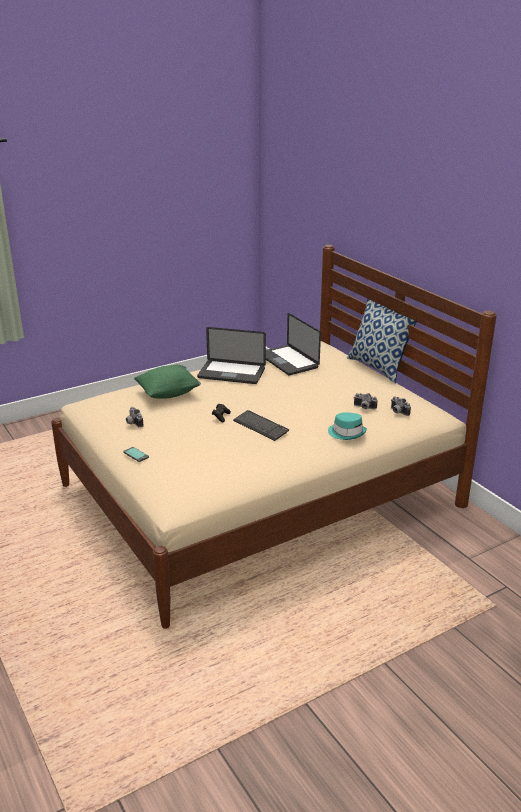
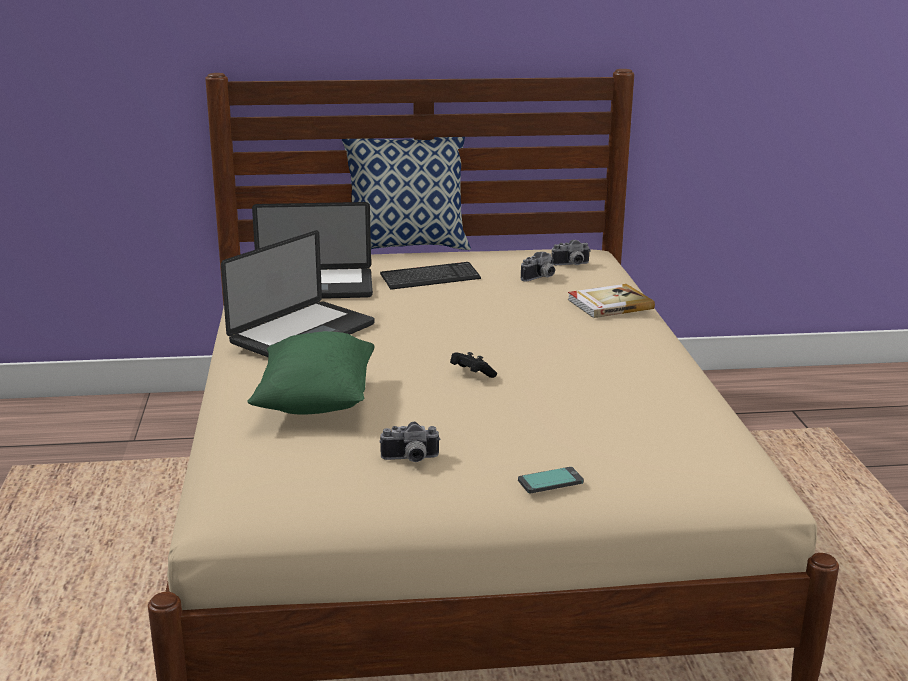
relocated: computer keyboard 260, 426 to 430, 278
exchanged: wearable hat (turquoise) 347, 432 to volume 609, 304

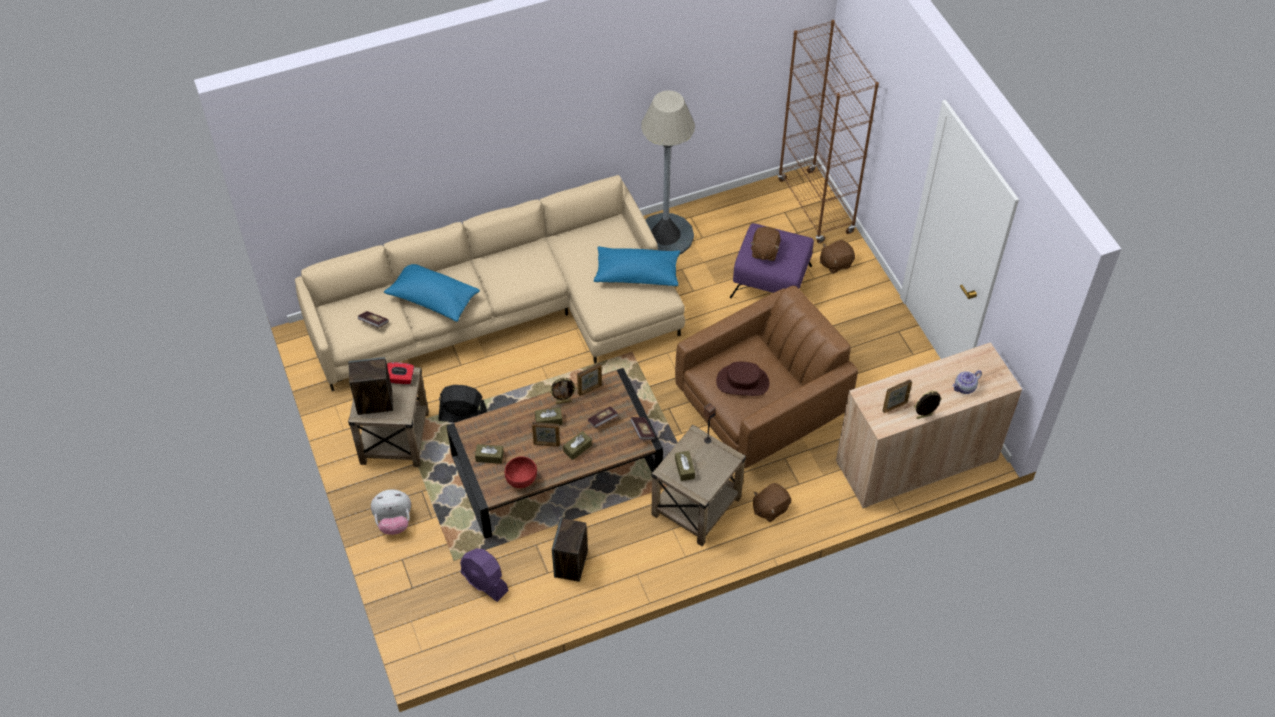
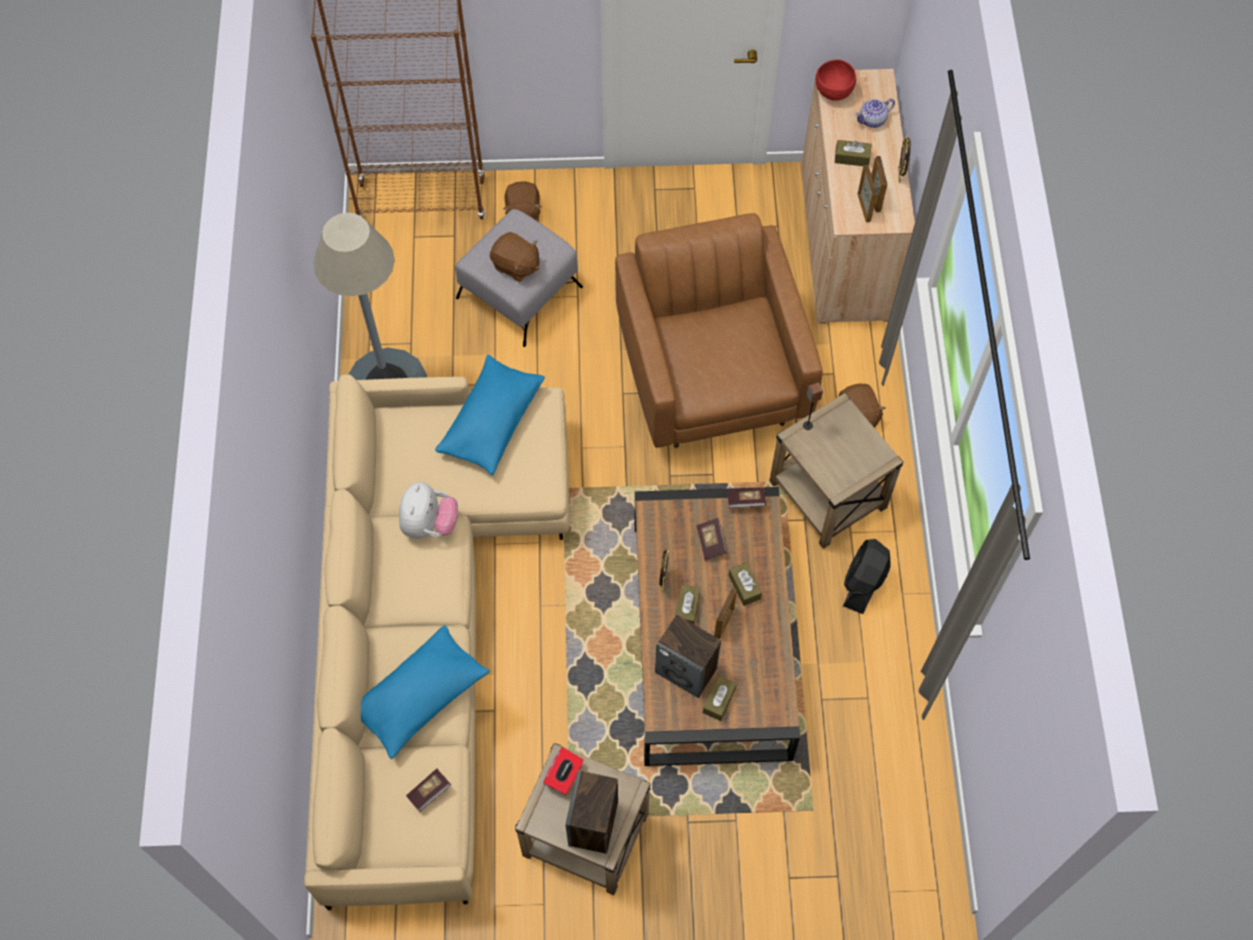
missing: electric fan (purple-coloured) 484, 582; wearable hat (brown-coloured) 742, 382
relocated: soft toy 394, 522 to 429, 524; speaker 571, 564 to 686, 670; serving bowl (red-coloured) 522, 480 to 833, 92; tissue holder (brown-coloured) 684, 469 to 852, 157; electric fan (black) 462, 416 to 863, 583; standing frame 590, 389 to 864, 208
colour: footrest (purple-coloured) 771, 282 to footrest (grey) 520, 292
spun: tea pot 965, 388 = 872, 120 75 degrees clockwise

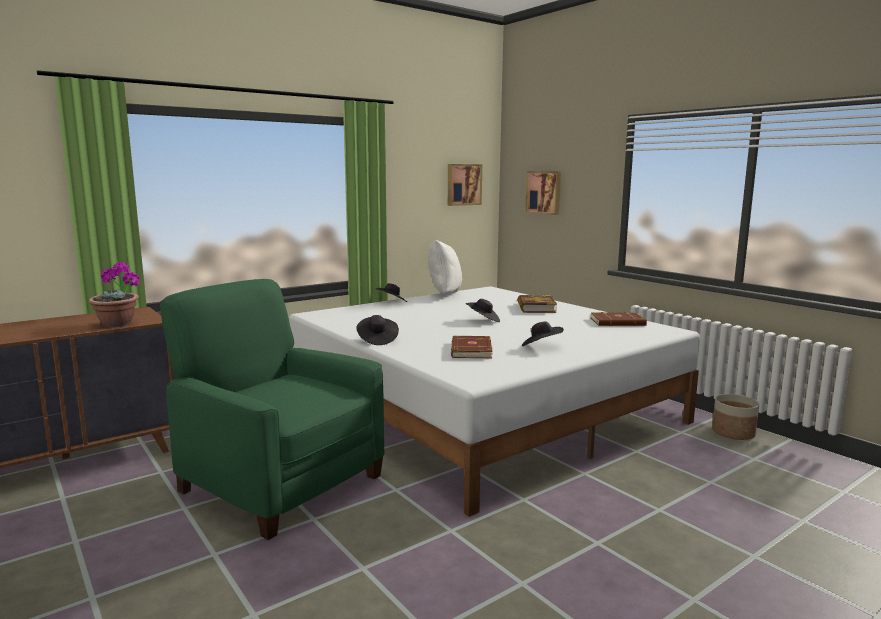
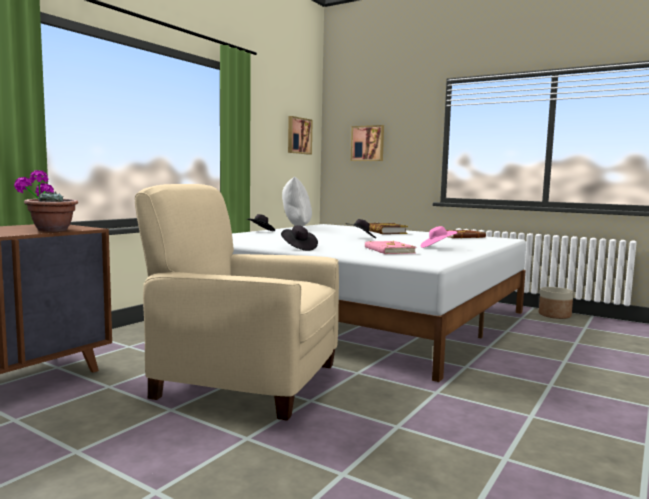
colour: armchair (green-coloured) 280, 482 to armchair (beige-coloured) 246, 380; volume (brown-coloured) 470, 350 to volume (pink) 388, 250; wearable hat (black) 541, 346 to wearable hat (pink) 437, 247

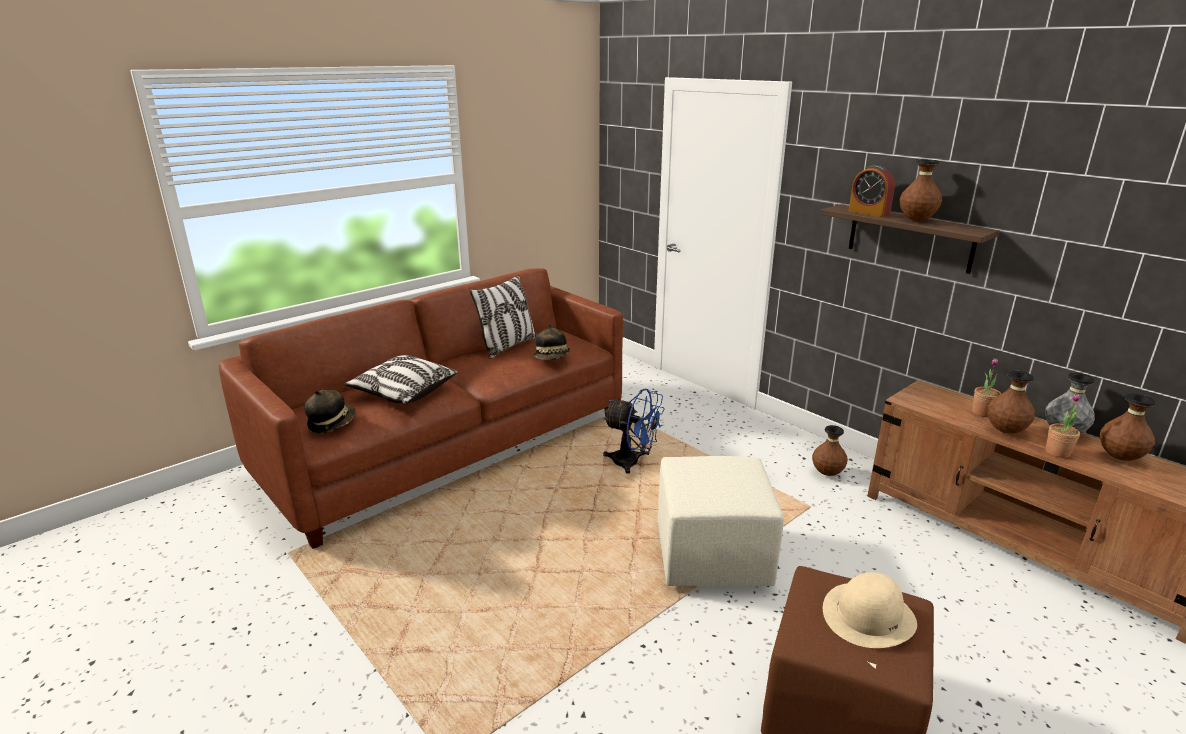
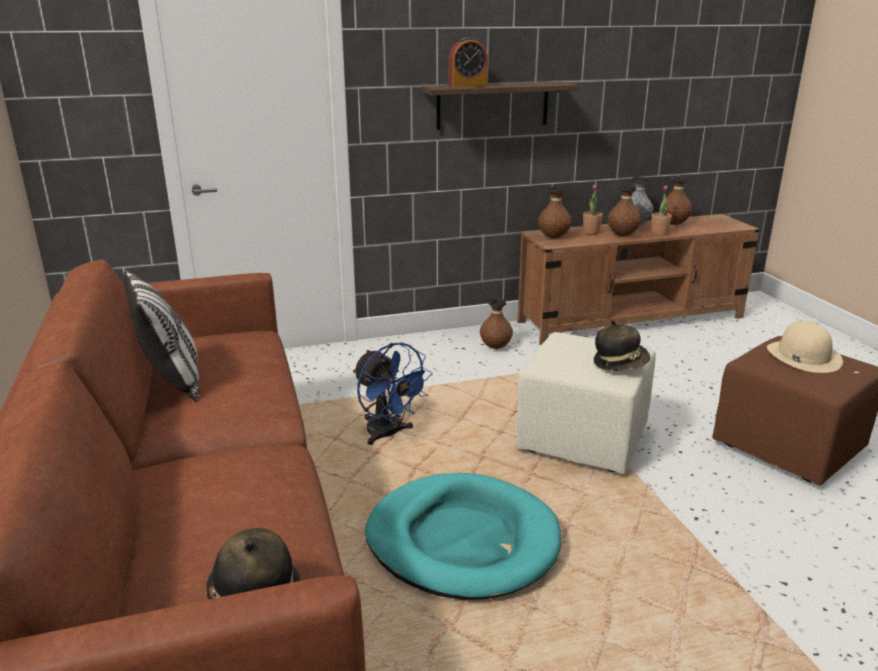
missing: throw pillow 403, 392
appeared: pet bed (turquoise) 462, 540
relocated: decorative vase (brown-coloured) 916, 220 to 553, 238; wearable hat 552, 358 to 620, 363
spun: electric fan (blue-coloured) 632, 463 = 388, 434 90 degrees clockwise

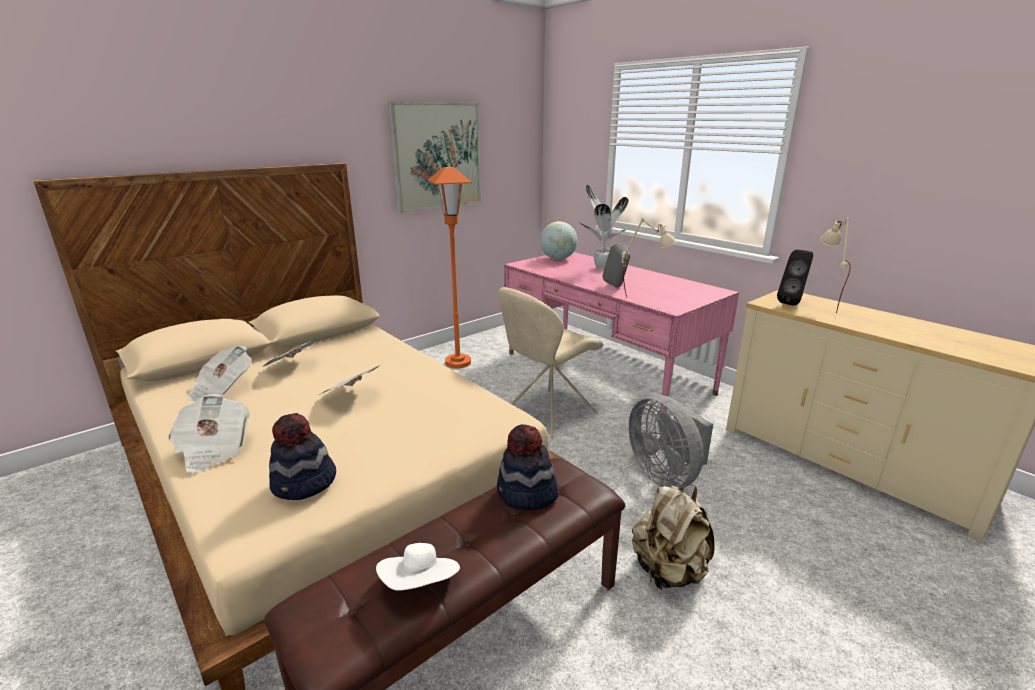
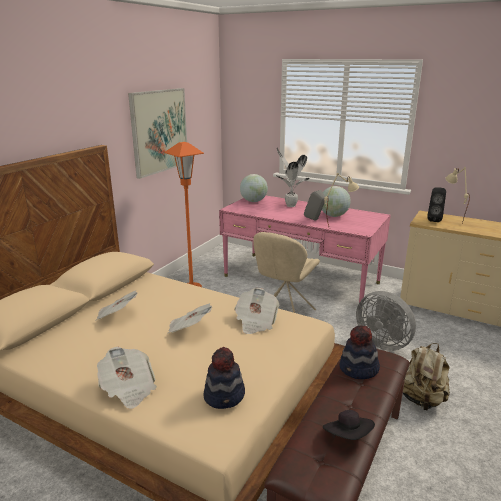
appeared: globe 333, 216
relocated: printed paper 222, 389 to 256, 322
colour: wearable hat (whitish) 420, 585 to wearable hat (black) 348, 436

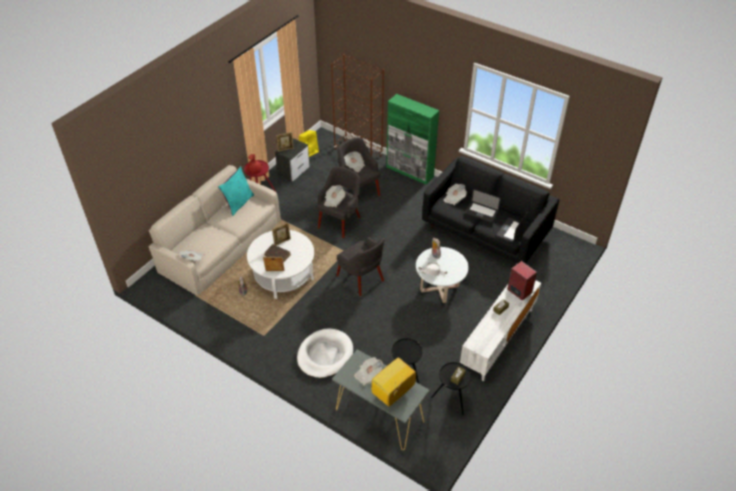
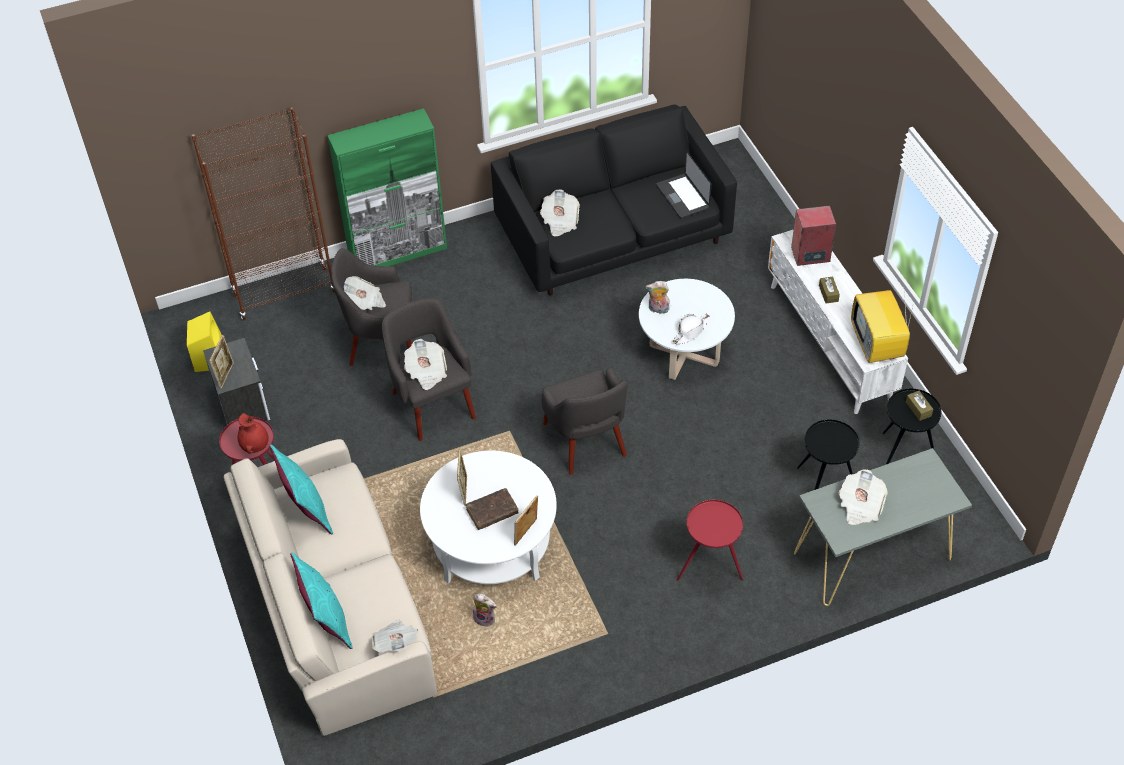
missing: laptop 481, 212
appeared: throw pillow (turquoise) 327, 621
relocated: TV set 393, 393 to 877, 345
exchanged: pet bed (whitish) 325, 355 to side table (red-coloured) 710, 568
spun: armchair (grey) 361, 278 = 585, 440 75 degrees clockwise

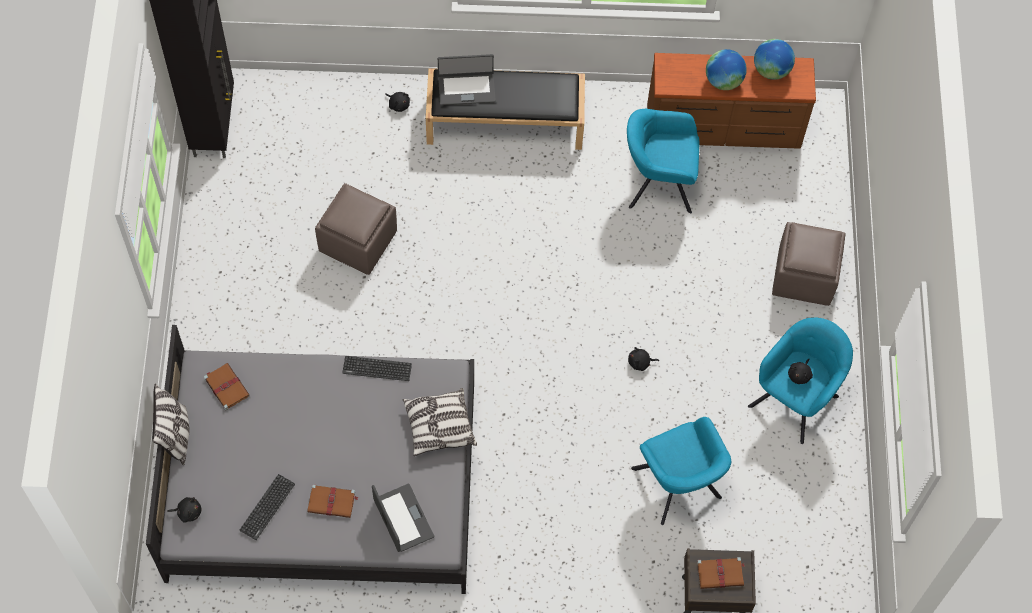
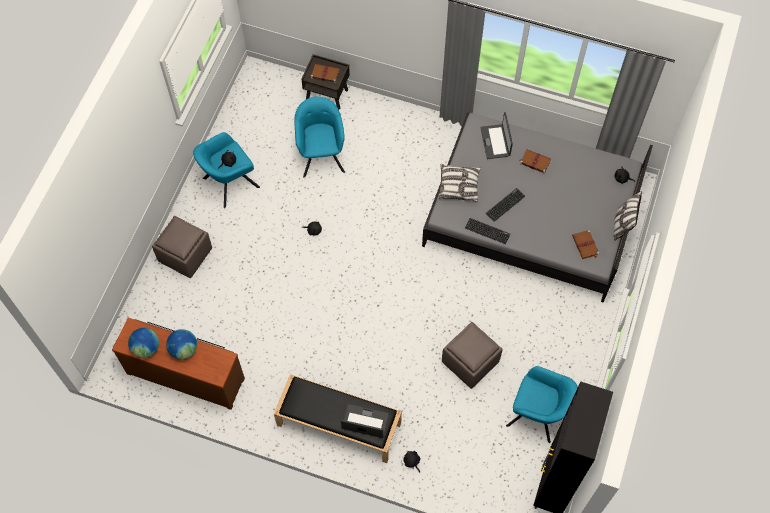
relocated: computer keyboard 267, 507 to 505, 205; armchair (turquoise) 657, 183 to 538, 414

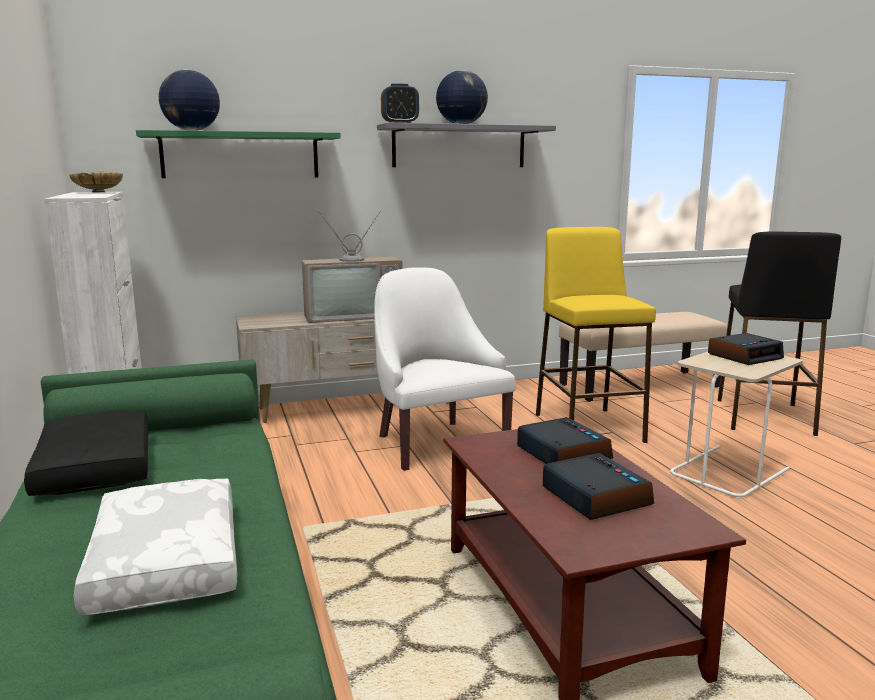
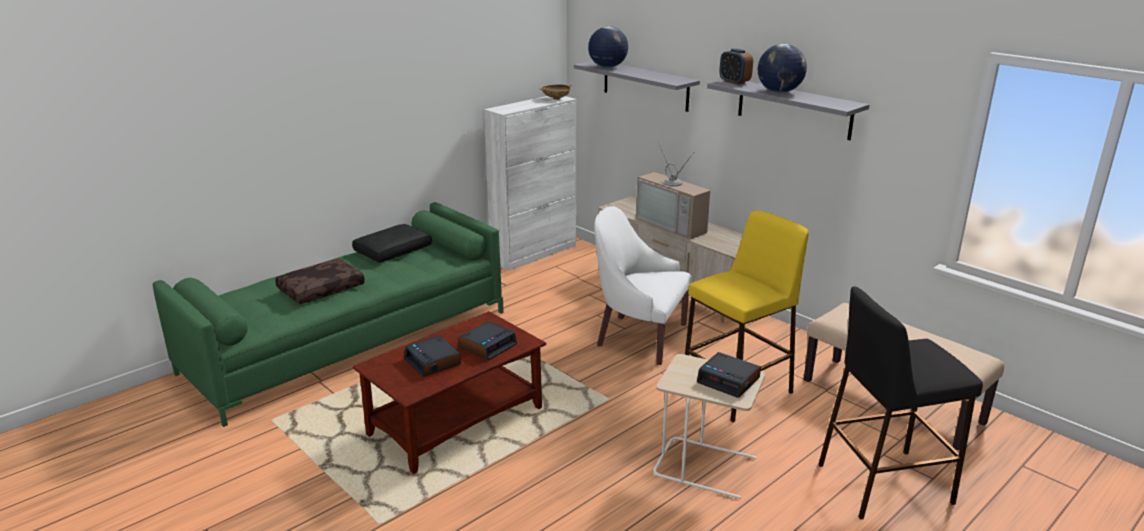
colour: throw pillow (whitish) 163, 561 to throw pillow (brown-coloured) 321, 289; bracket shelf (green-coloured) 241, 155 to bracket shelf (grey) 645, 85
spun: table clock 594, 496 = 433, 362 105 degrees clockwise; armchair (whitish) 436, 442 = 639, 337 105 degrees counterclockwise

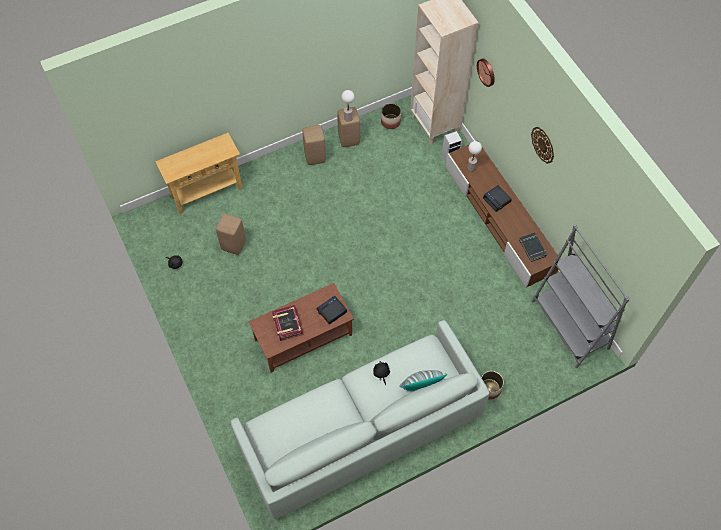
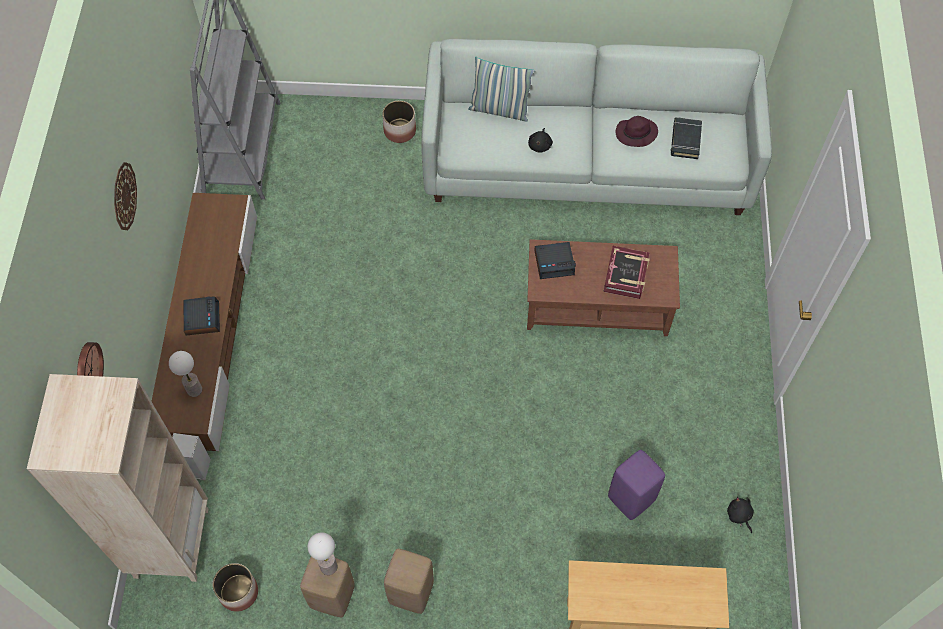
appeared: wearable hat (purple-coloured) 635, 134
relocated: volume (black) 532, 248 to 685, 140
colour: sitting stool (beige-coloured) 233, 245 to sitting stool (purple-coloured) 632, 498

